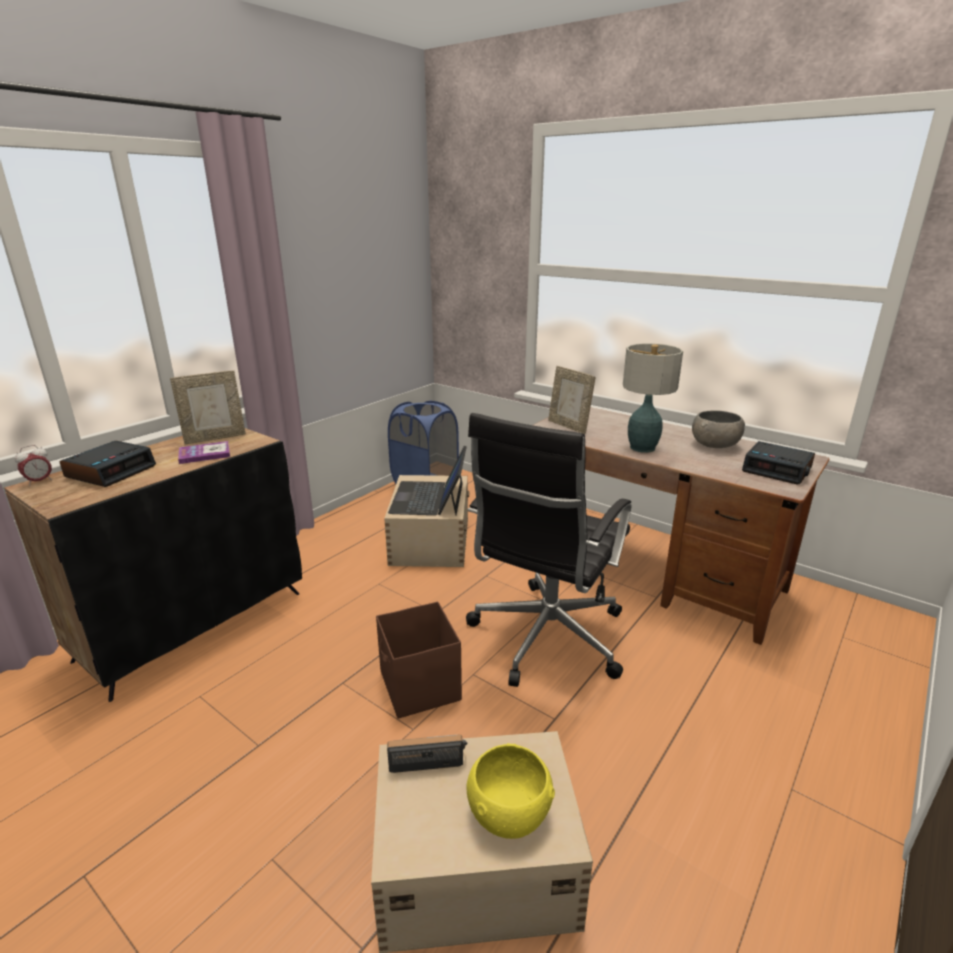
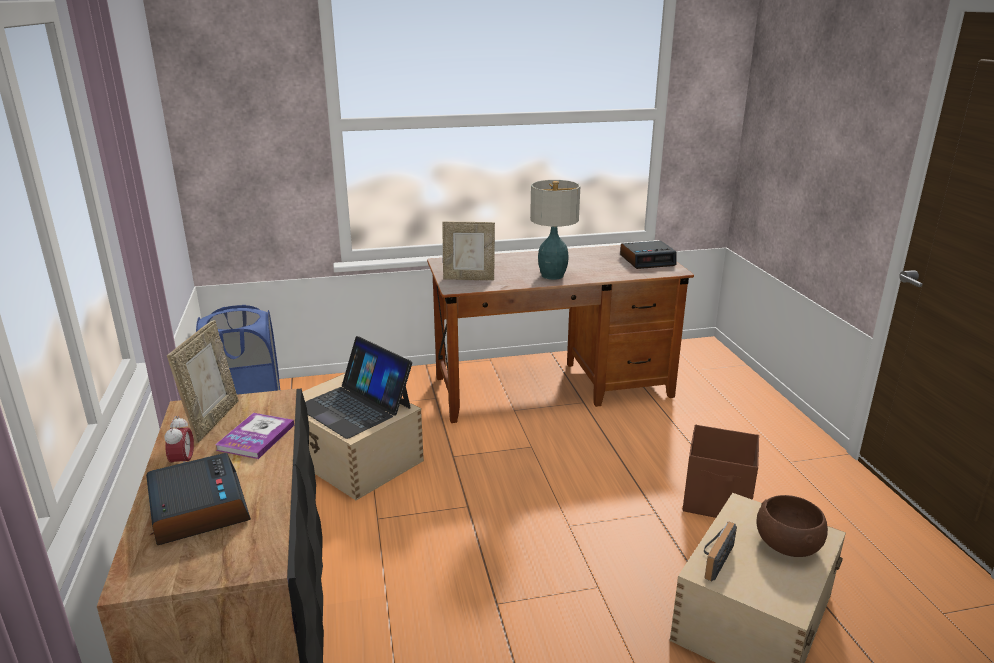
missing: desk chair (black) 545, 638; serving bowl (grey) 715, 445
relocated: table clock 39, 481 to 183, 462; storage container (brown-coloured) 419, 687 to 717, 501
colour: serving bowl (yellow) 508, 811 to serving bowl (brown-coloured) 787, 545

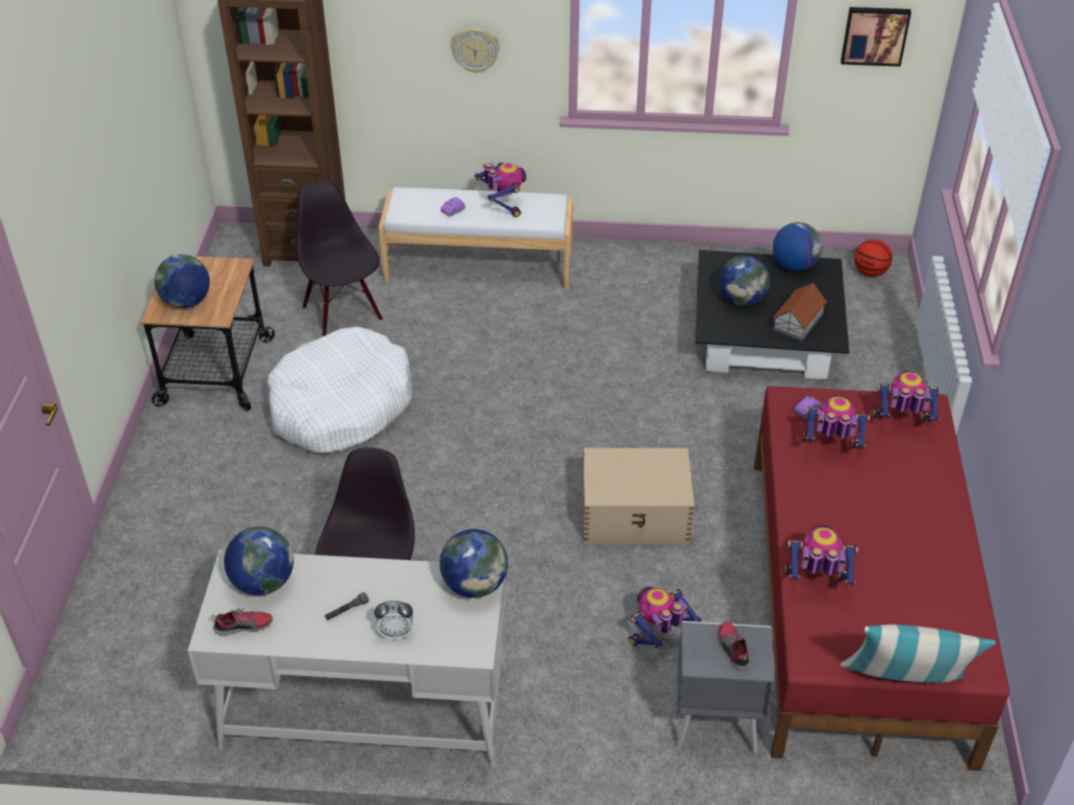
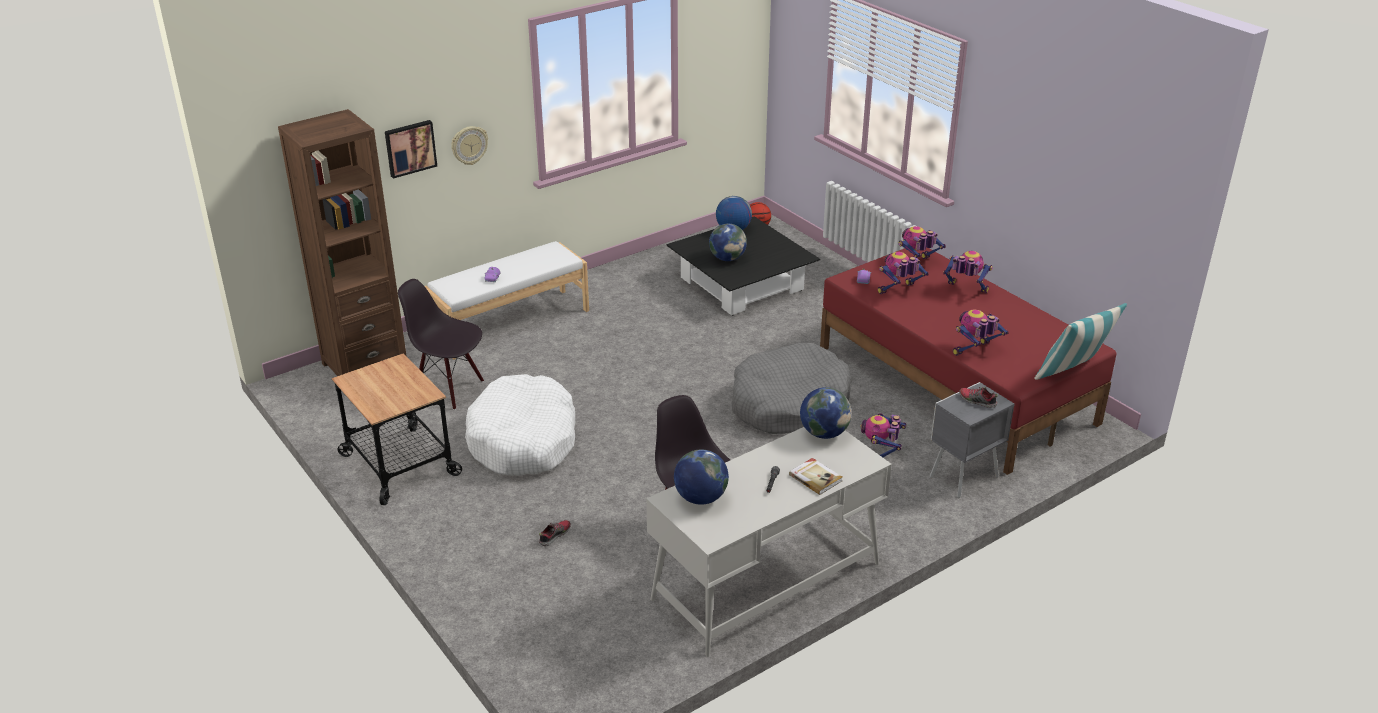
missing: globe 186, 302; toy house 797, 322
relocated: wall art 874, 35 to 410, 148; low shoe 244, 626 to 554, 535; model robot 502, 206 to 965, 290
exchanged: storage container (beige-coloured) 636, 514 to pet bed (grey) 788, 404; table clock 396, 633 to volume 815, 477

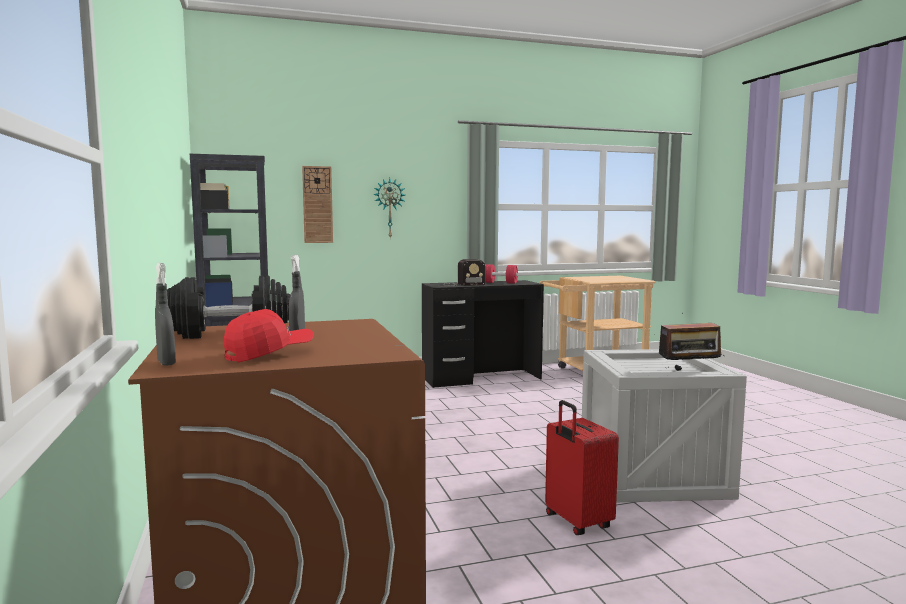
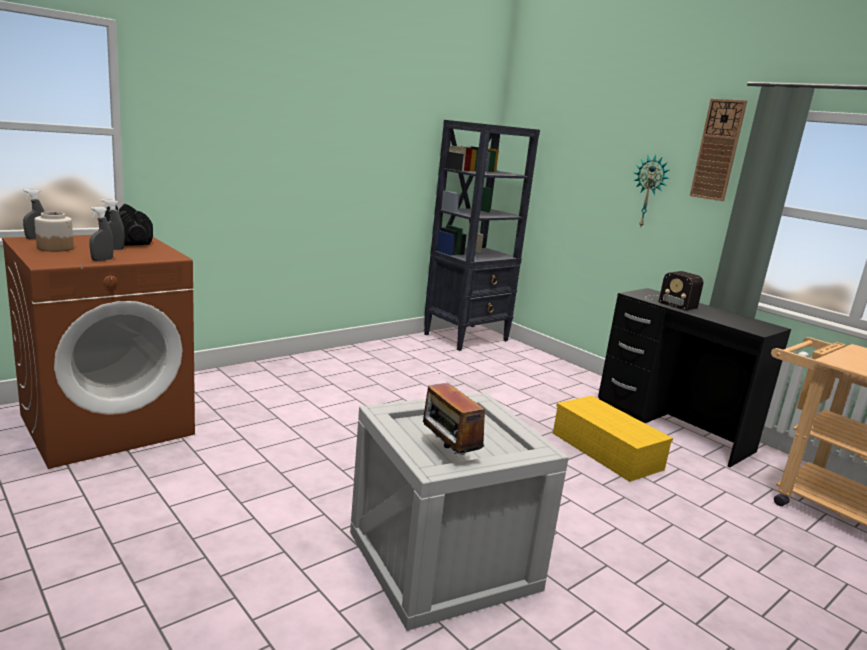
missing: hand weight (red-coloured) 500, 283; suitcase (red-coloured) 576, 522
appeared: sprayer (grey) 102, 260; storage container (yellow) 608, 451
relocated: clock on the wall 317, 204 to 718, 150
exchanged: baseball cap (red-coloured) 269, 354 to storage jar 55, 248

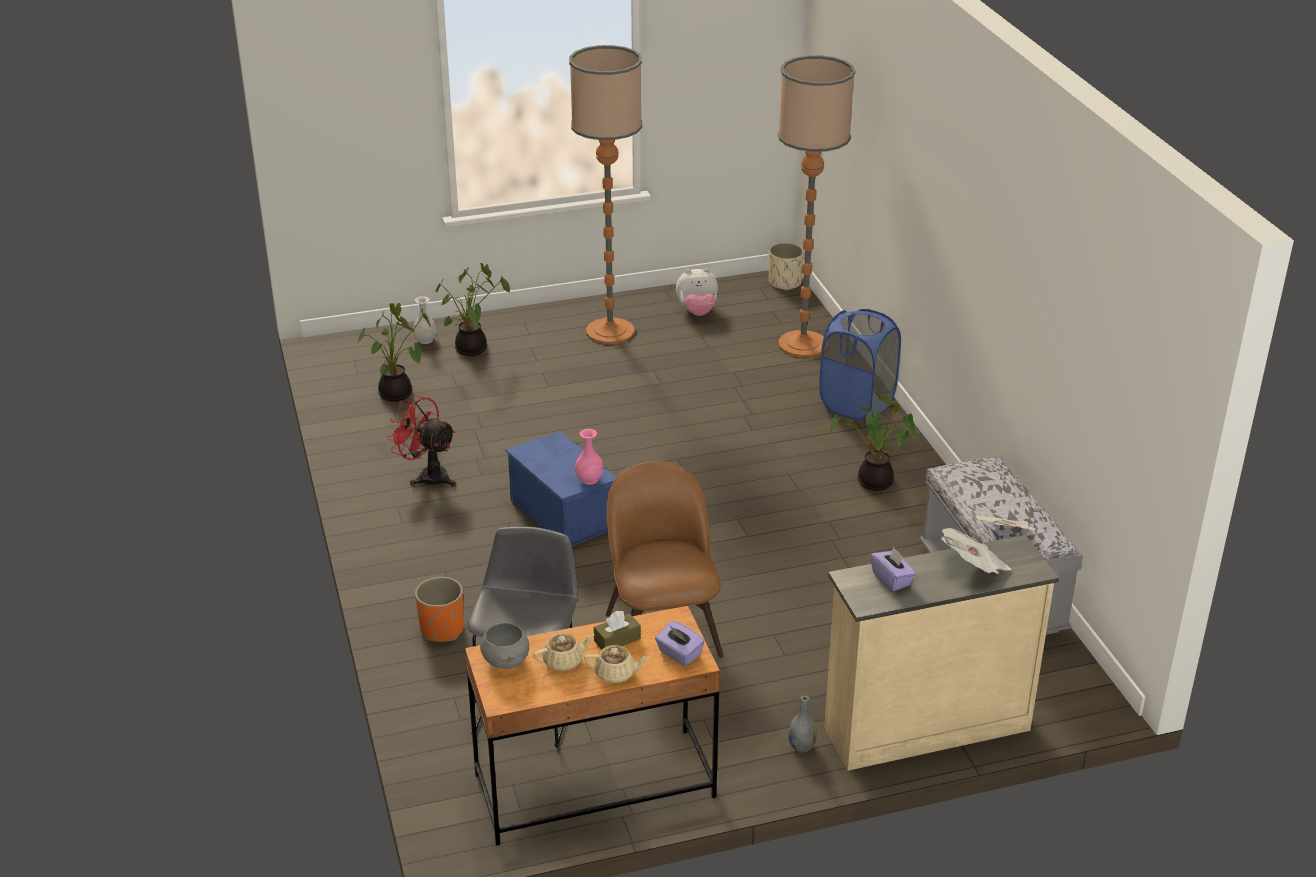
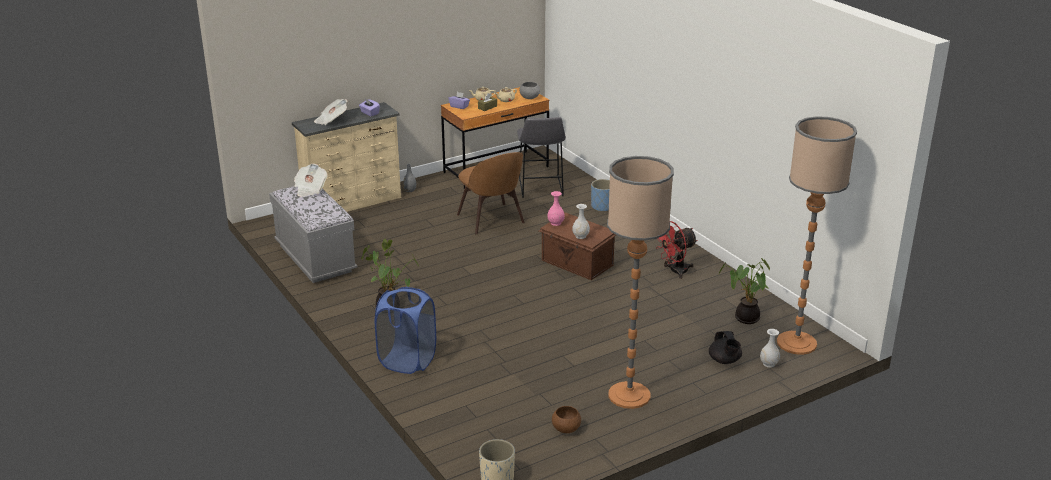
appeared: decorative vase (whitish) 581, 236
relocated: floor lamp 803, 344 to 796, 343
exchanged: soft toy 697, 312 to serving bowl (brown-coloured) 566, 429; potted plant 472, 350 to tea pot (black) 724, 361
colour: storage container (blue-coloured) 563, 513 to storage container (brown-coloured) 577, 263; plant pot (orange) 442, 629 to plant pot (blue-coloured) 602, 207
spun: electric fan (red-coloured) 427, 476 = 674, 271 135 degrees clockwise

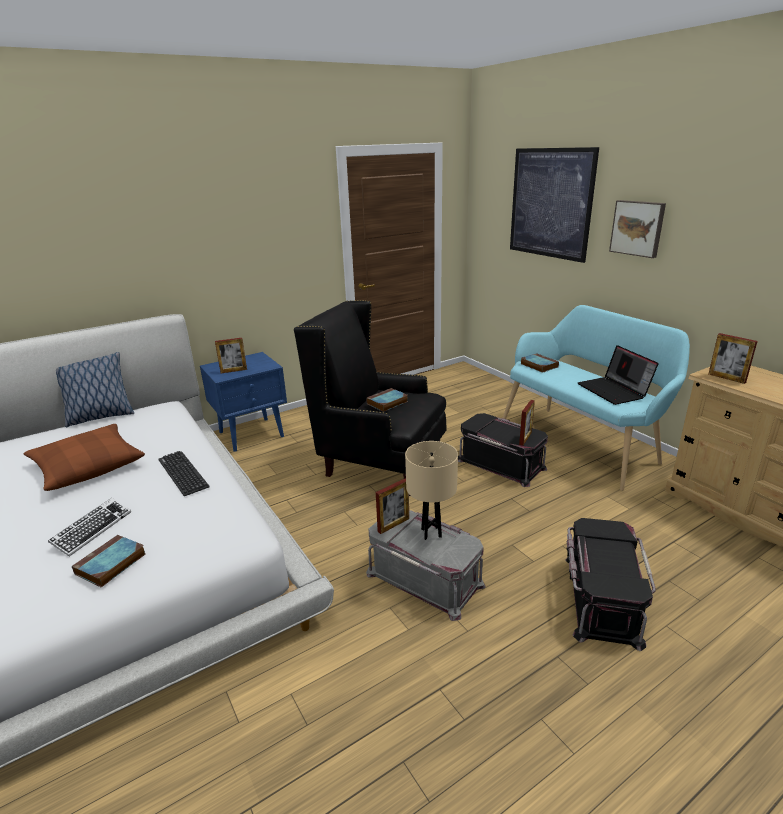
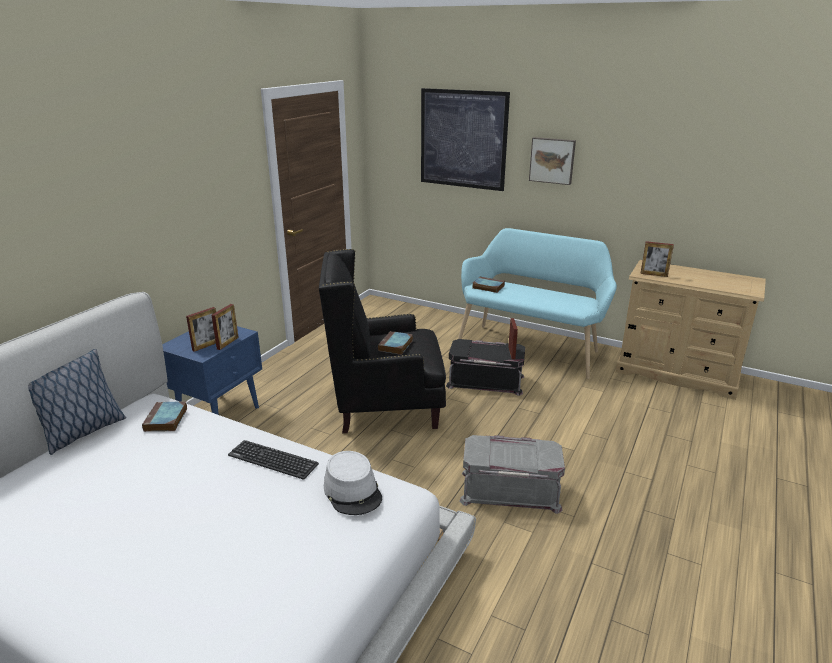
missing: throw pillow (brown-coloured) 87, 466; computer keyboard 92, 530; table lamp (beige-coloured) 431, 533; storage container (black) 600, 598; laptop 614, 391
appeared: wearable hat (grey) 353, 491
relocated: volume 110, 565 to 166, 420; standing frame 393, 525 to 227, 343

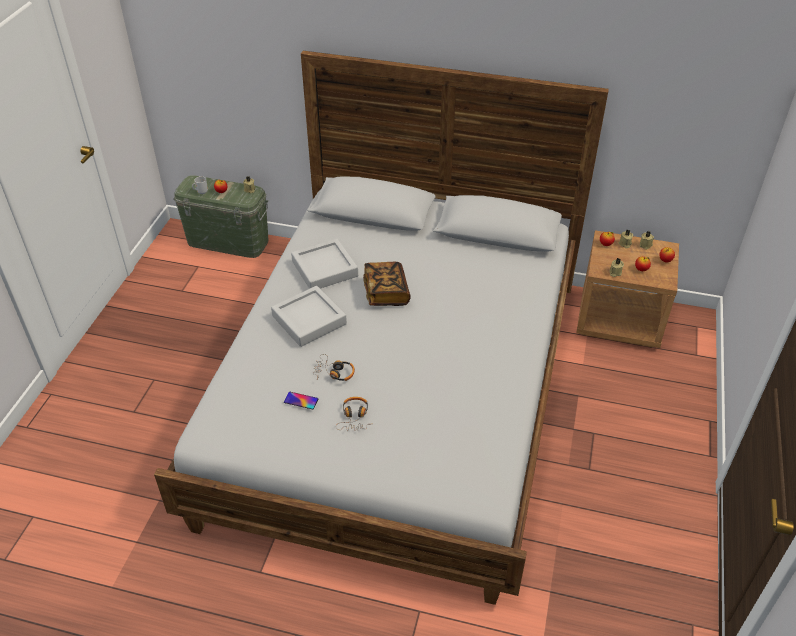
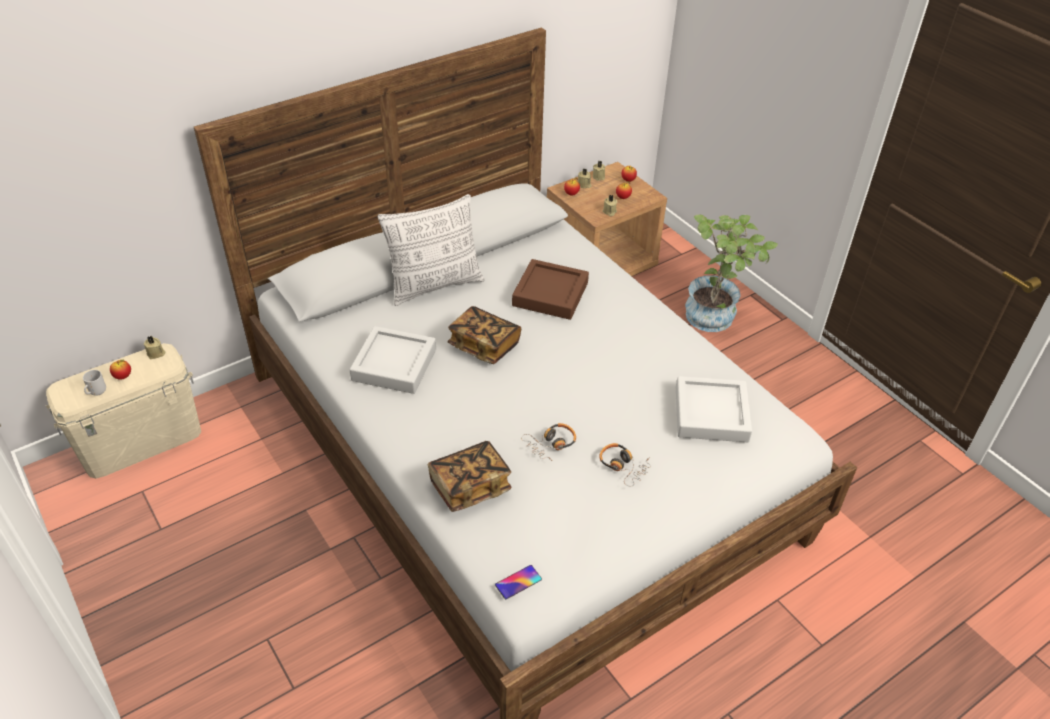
appeared: throw pillow 435, 285; volume 470, 486; serving tray (brown-coloured) 550, 294; potted plant 716, 314
relocated: phone 301, 400 to 518, 582; serving tray (grey) 309, 320 to 711, 414
colour: storage container (green-coloured) 228, 241 to storage container (beige-coloured) 141, 441

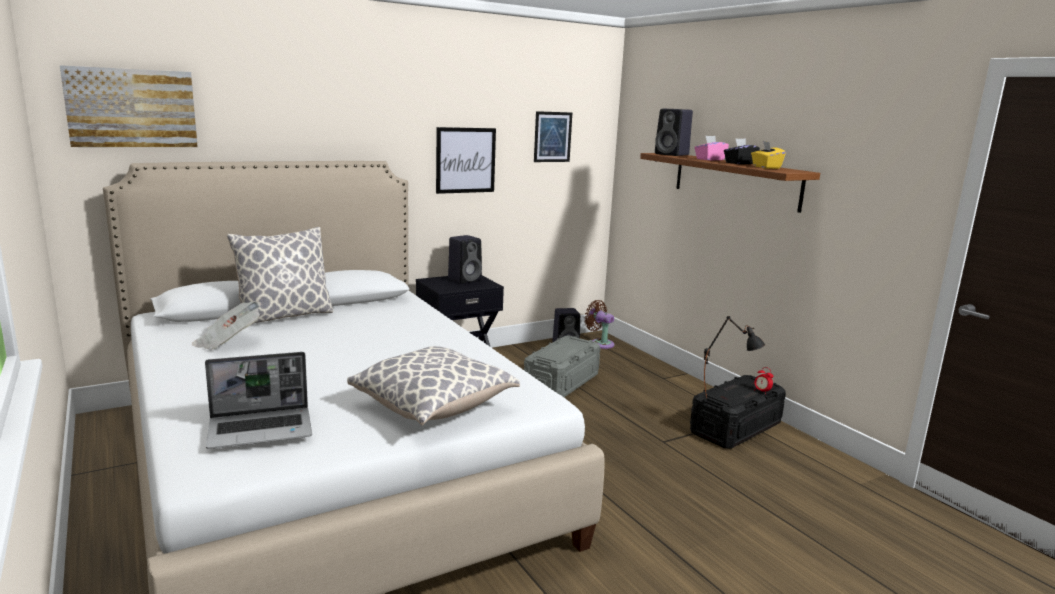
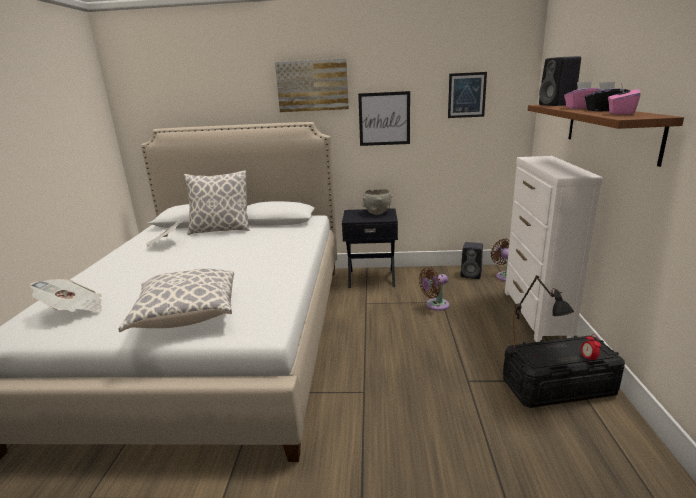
appeared: drawer chest (whitish) 536, 315
relocated: wall art 132, 108 to 312, 85
exchanged: laptop 262, 429 to printed paper 74, 309; speaker (black) 465, 279 to serving bowl (grey) 377, 213; storage container (grey) 562, 383 to electric fan (brown-coloured) 435, 305
colour: tissue holder (yellow) 765, 167 to tissue holder (pink) 620, 113

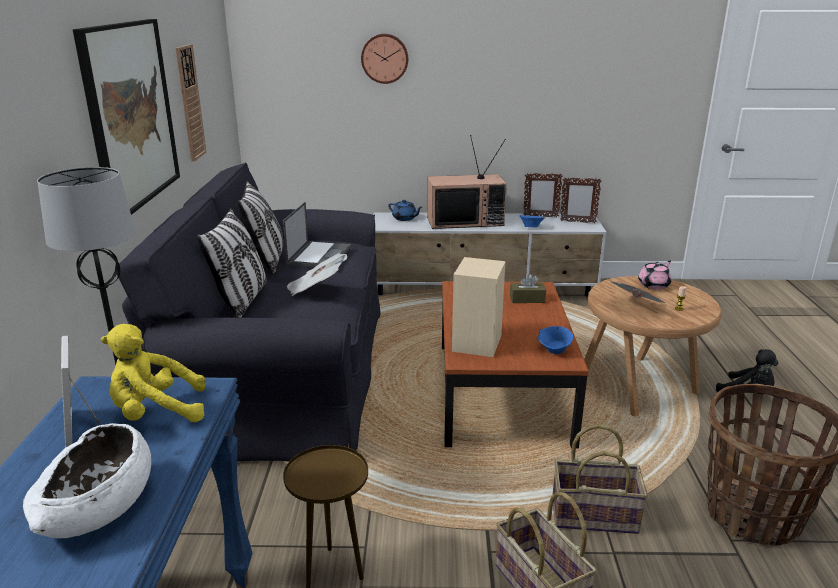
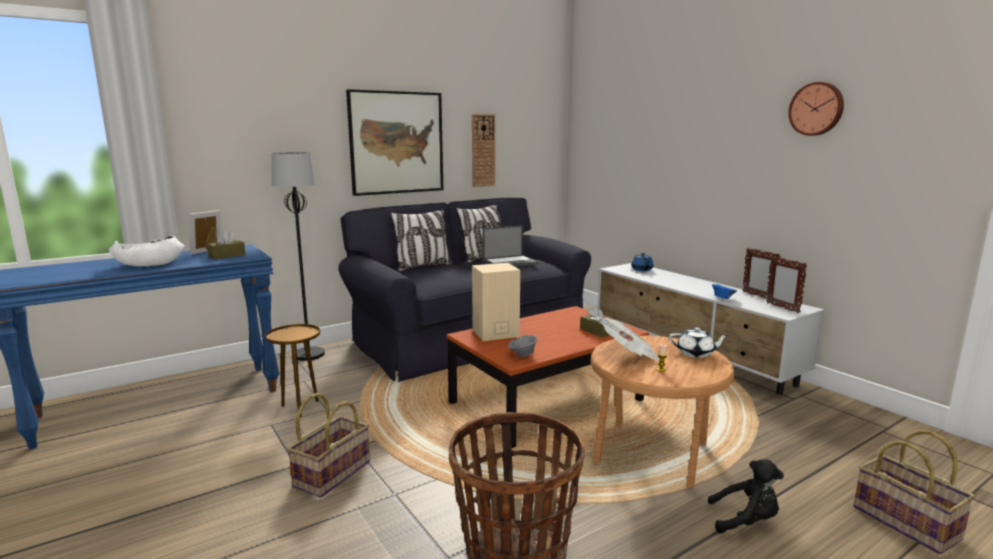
missing: printed paper 316, 289; TV set 465, 221
relocated: clock on the wall 385, 58 to 816, 109; basket 594, 514 to 907, 522
exchanged: soft toy (yellow) 156, 413 to tissue holder (brown-coloured) 227, 256
colour: serving bowl (blue-coloured) 554, 351 to serving bowl (grey) 523, 355; tea pot (pink) 654, 285 to tea pot (whitish) 696, 353
spun: soft toy (black) 748, 394 = 745, 521 90 degrees counterclockwise

